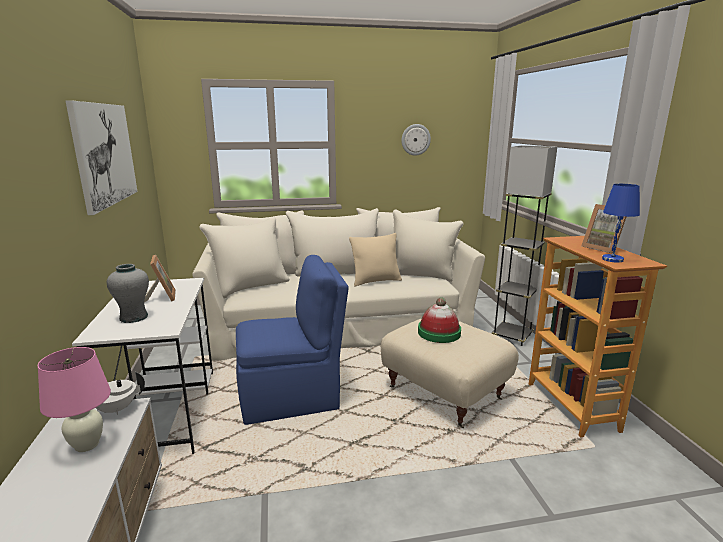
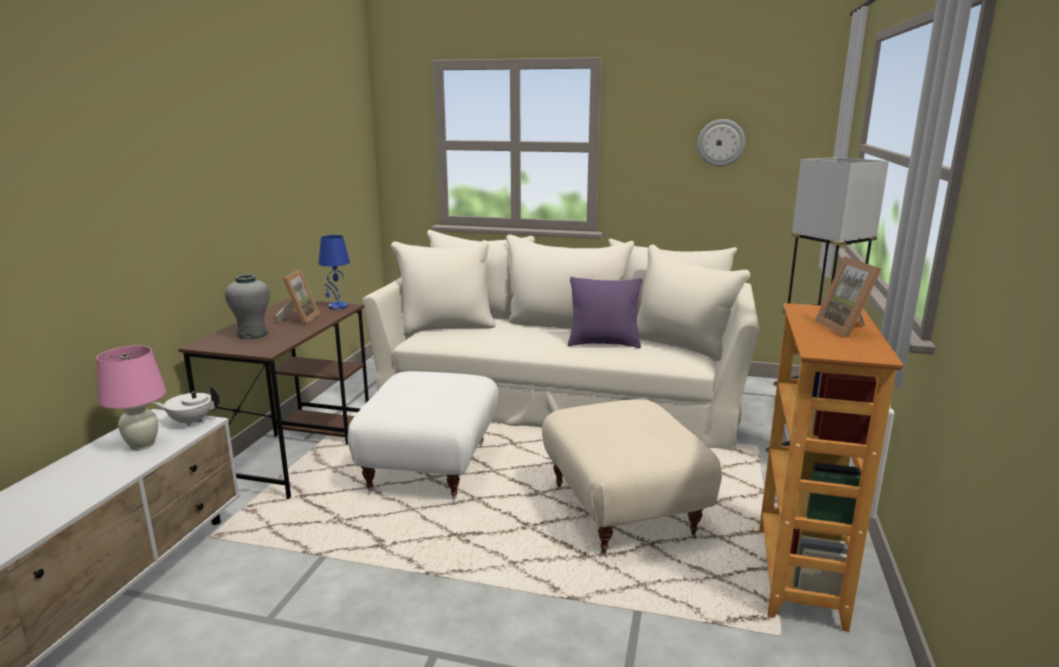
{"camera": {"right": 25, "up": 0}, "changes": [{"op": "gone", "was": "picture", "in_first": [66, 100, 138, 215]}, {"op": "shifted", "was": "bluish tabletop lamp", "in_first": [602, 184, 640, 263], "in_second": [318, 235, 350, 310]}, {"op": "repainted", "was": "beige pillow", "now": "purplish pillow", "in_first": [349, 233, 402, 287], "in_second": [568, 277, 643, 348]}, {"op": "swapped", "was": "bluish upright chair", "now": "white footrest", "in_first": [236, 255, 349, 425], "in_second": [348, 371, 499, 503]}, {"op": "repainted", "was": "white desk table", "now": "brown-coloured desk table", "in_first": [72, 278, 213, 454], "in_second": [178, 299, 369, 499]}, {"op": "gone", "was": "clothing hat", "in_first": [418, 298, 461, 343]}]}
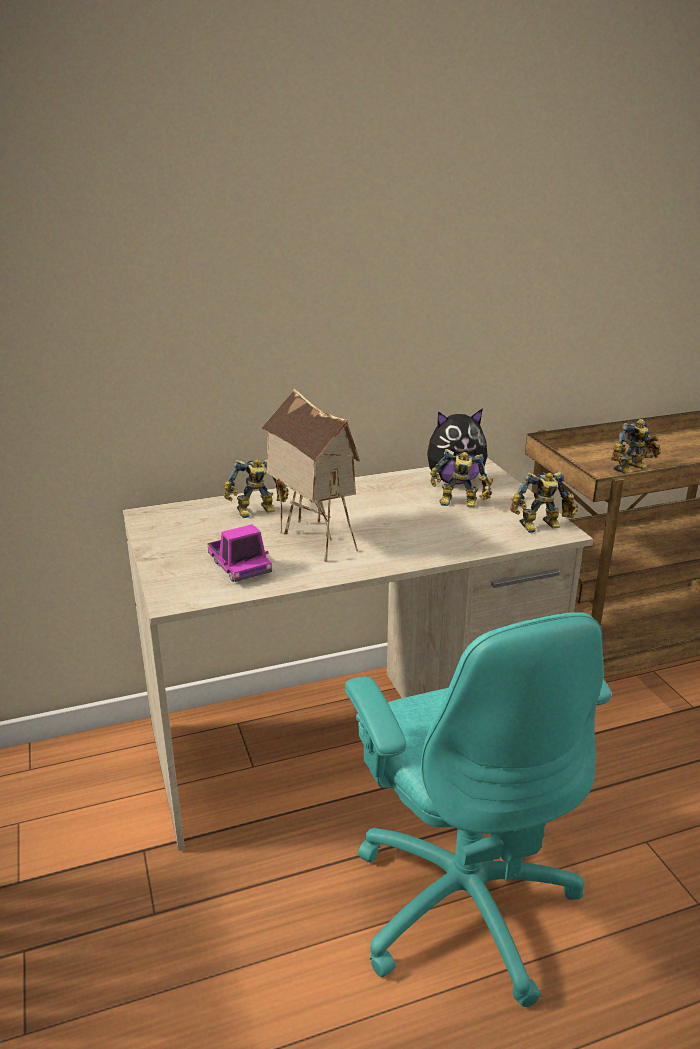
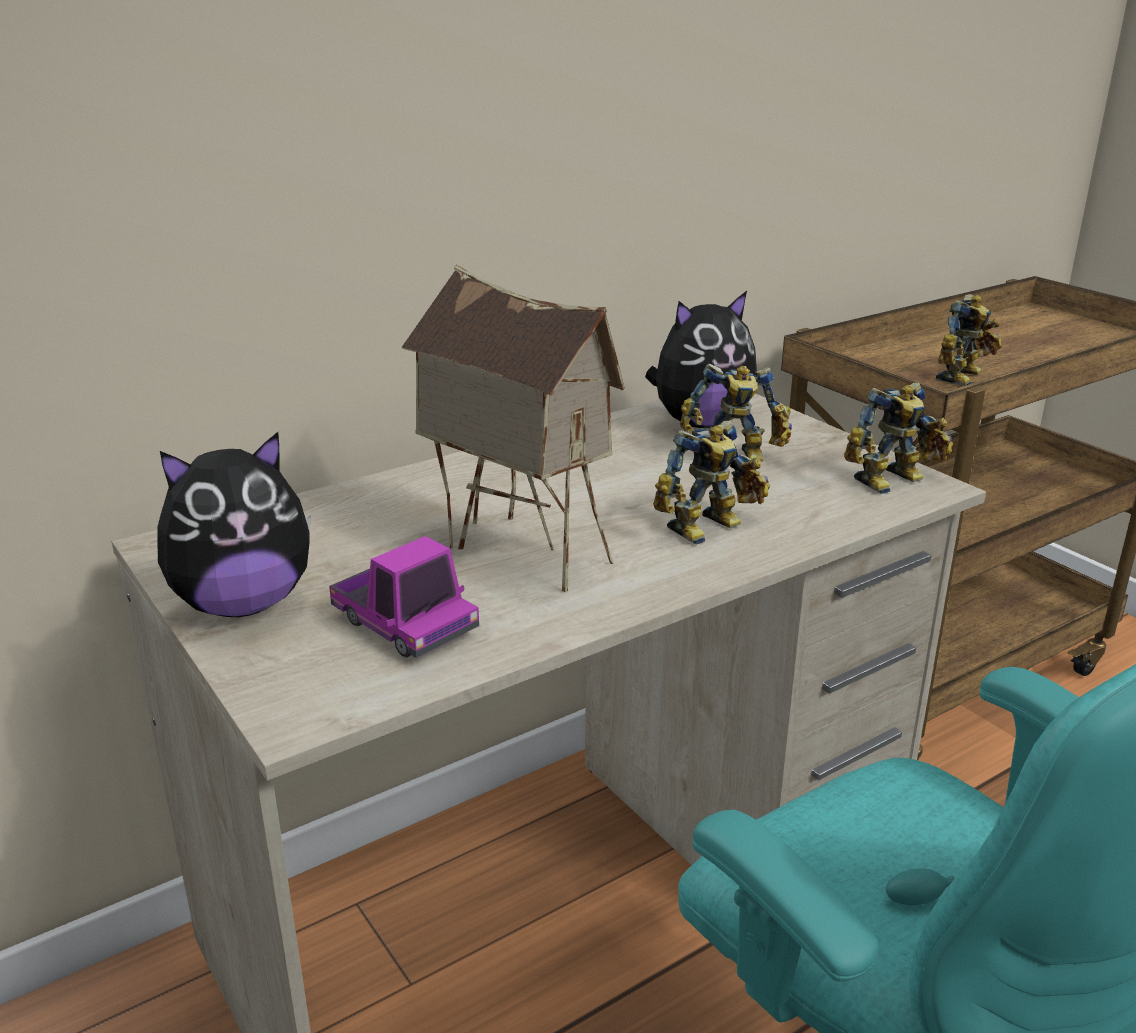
{"camera": {"right": -15, "up": 0}, "changes": [{"op": "shifted", "was": "toy robot", "in_first": [224, 459, 289, 518], "in_second": [653, 421, 770, 545]}, {"op": "new", "now": "soft toy", "in_second": [157, 432, 311, 617]}]}
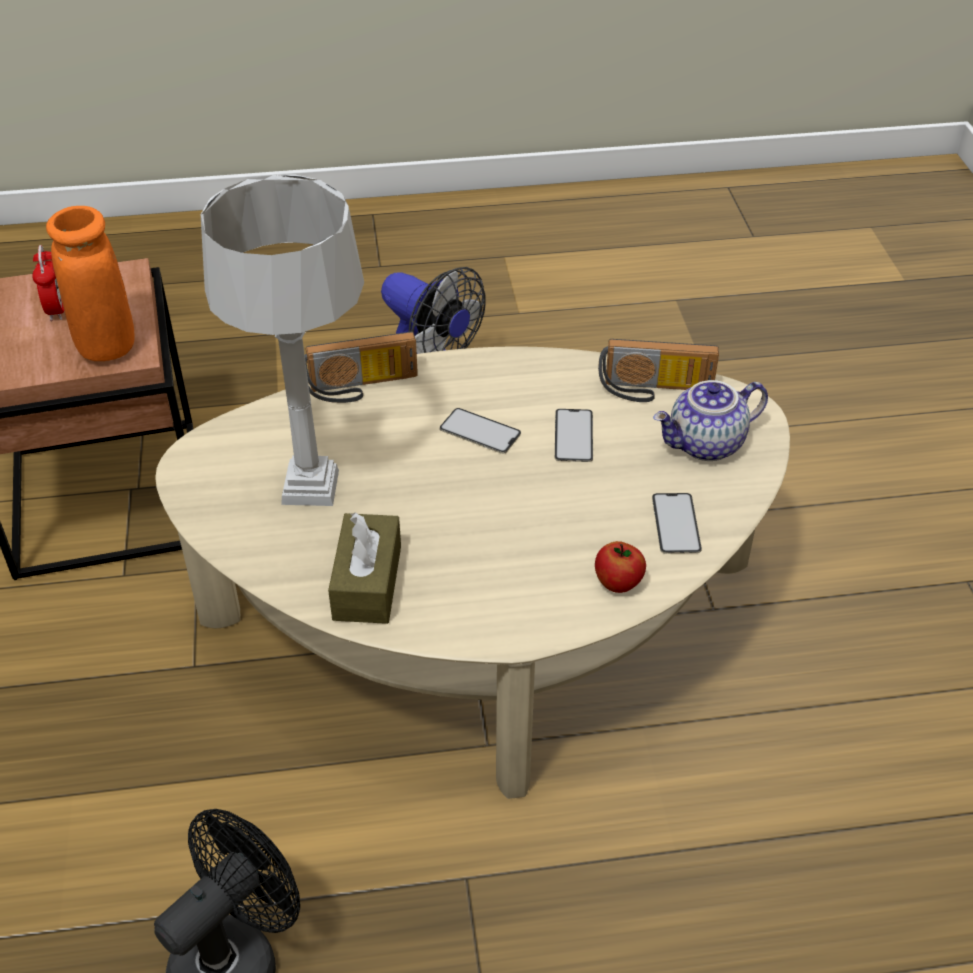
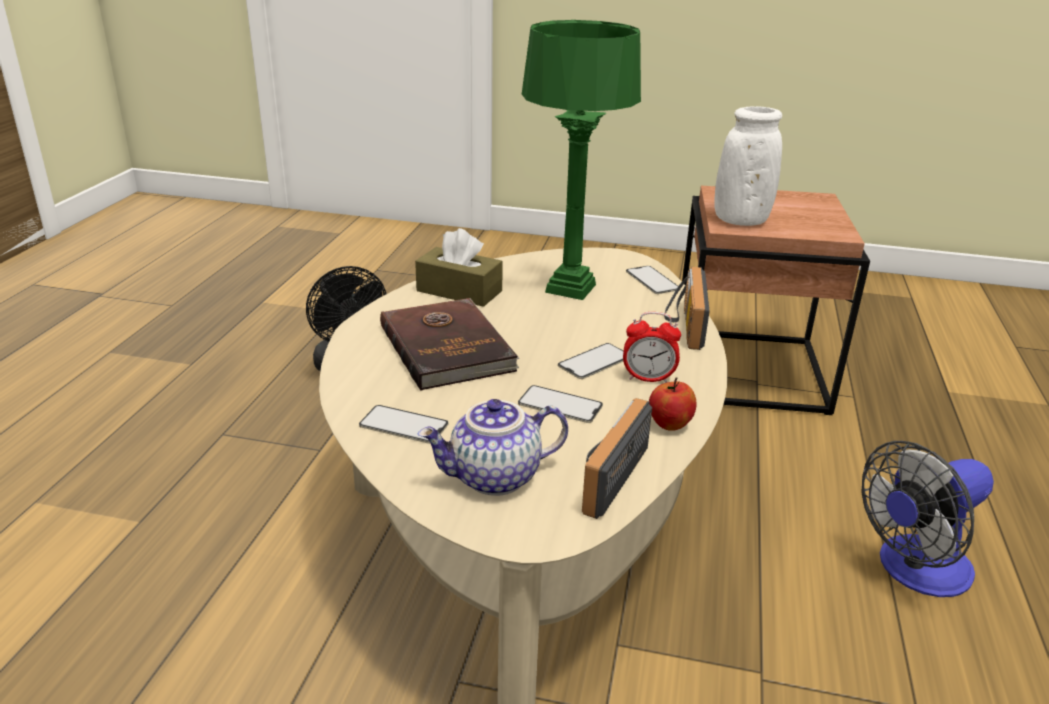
{"camera": {"right": 110, "up": -15}, "changes": [{"op": "repainted", "was": "grey tabletop lamp", "now": "green-coloured tabletop lamp", "in_first": [201, 174, 364, 506], "in_second": [522, 20, 641, 300]}, {"op": "repainted", "was": "orange-coloured vase", "now": "white vase", "in_first": [46, 206, 134, 361], "in_second": [714, 106, 782, 226]}, {"op": "shifted", "was": "table clock", "in_first": [32, 245, 64, 321], "in_second": [623, 312, 681, 383]}, {"op": "rotated", "was": "tea pot", "in_first": [653, 380, 768, 461], "in_second": [418, 399, 568, 496], "clockwise": -105}, {"op": "shifted", "was": "apple fruit", "in_first": [595, 541, 646, 593], "in_second": [649, 377, 697, 431]}, {"op": "new", "now": "phone", "in_second": [626, 266, 678, 294]}, {"op": "new", "now": "brown-coloured book", "in_second": [380, 298, 519, 391]}]}
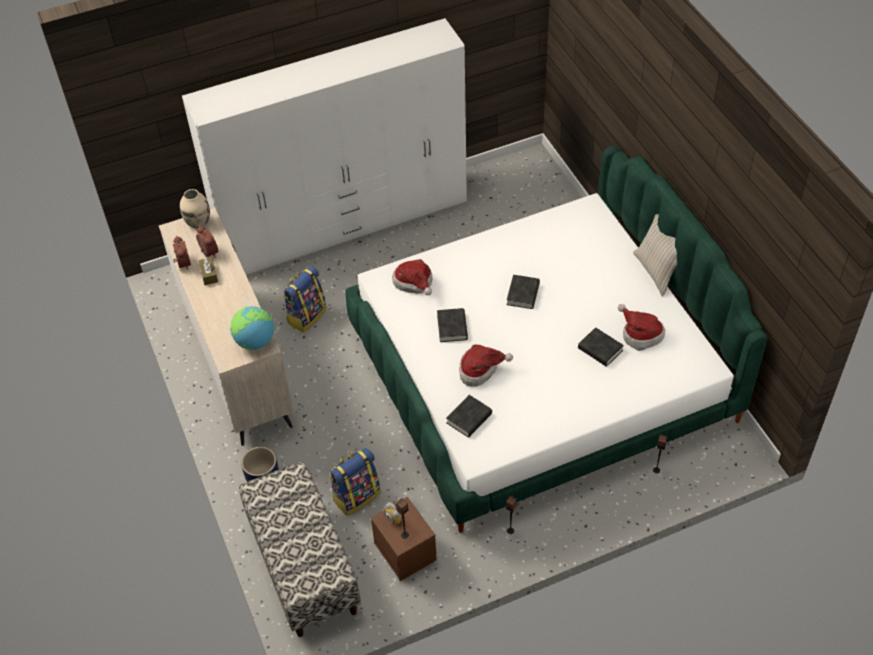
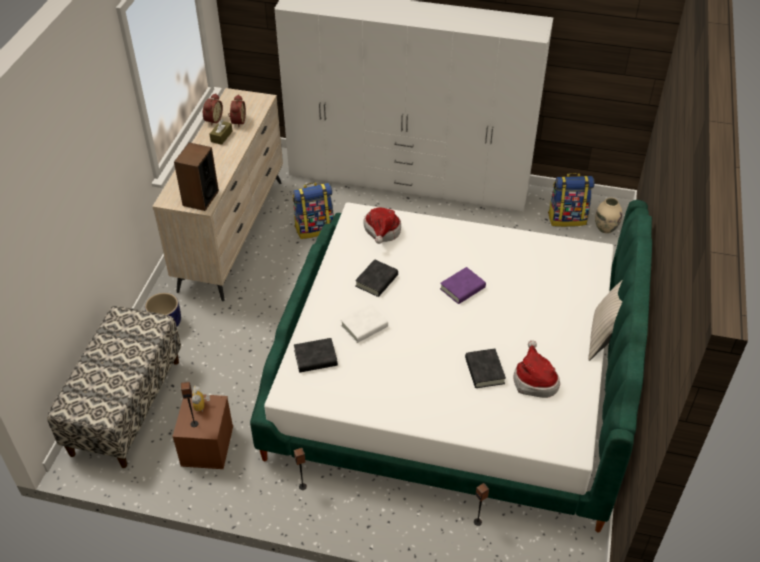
{"camera": {"right": 35, "up": -5}, "changes": [{"op": "shifted", "was": "beige vase", "in_first": [180, 189, 210, 229], "in_second": [595, 198, 622, 233]}, {"op": "repainted", "was": "black-coloured book", "now": "purplish book", "in_first": [507, 275, 540, 309], "in_second": [440, 267, 486, 304]}, {"op": "swapped", "was": "globe", "now": "audio speaker", "in_first": [230, 306, 274, 350], "in_second": [174, 142, 219, 211]}, {"op": "swapped", "was": "clothing hat", "now": "white book", "in_first": [459, 345, 513, 387], "in_second": [341, 304, 388, 343]}, {"op": "shifted", "was": "backpack", "in_first": [330, 448, 380, 516], "in_second": [548, 173, 595, 227]}]}
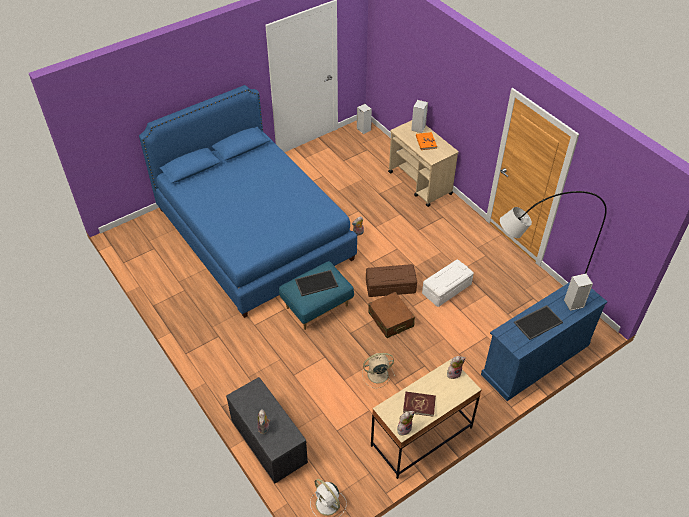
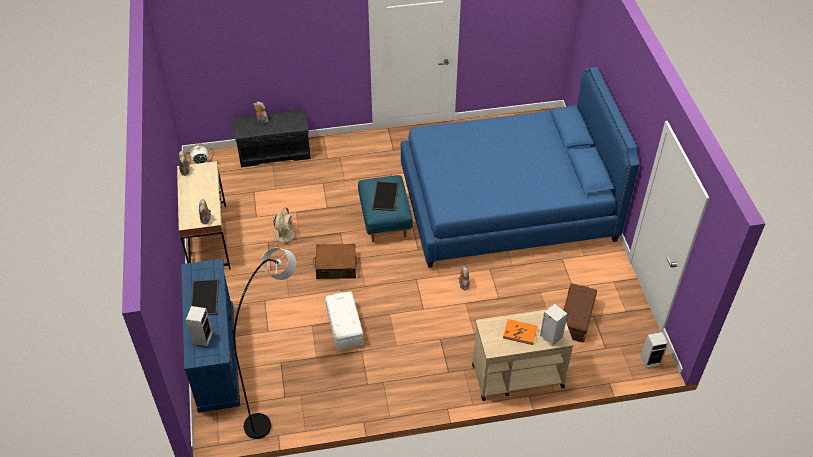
{"camera": {"right": 115, "up": 0}, "changes": [{"op": "shifted", "was": "brown-coloured storage box", "in_first": [366, 264, 417, 297], "in_second": [563, 283, 597, 343]}, {"op": "gone", "was": "reddish book", "in_first": [403, 392, 436, 417]}]}
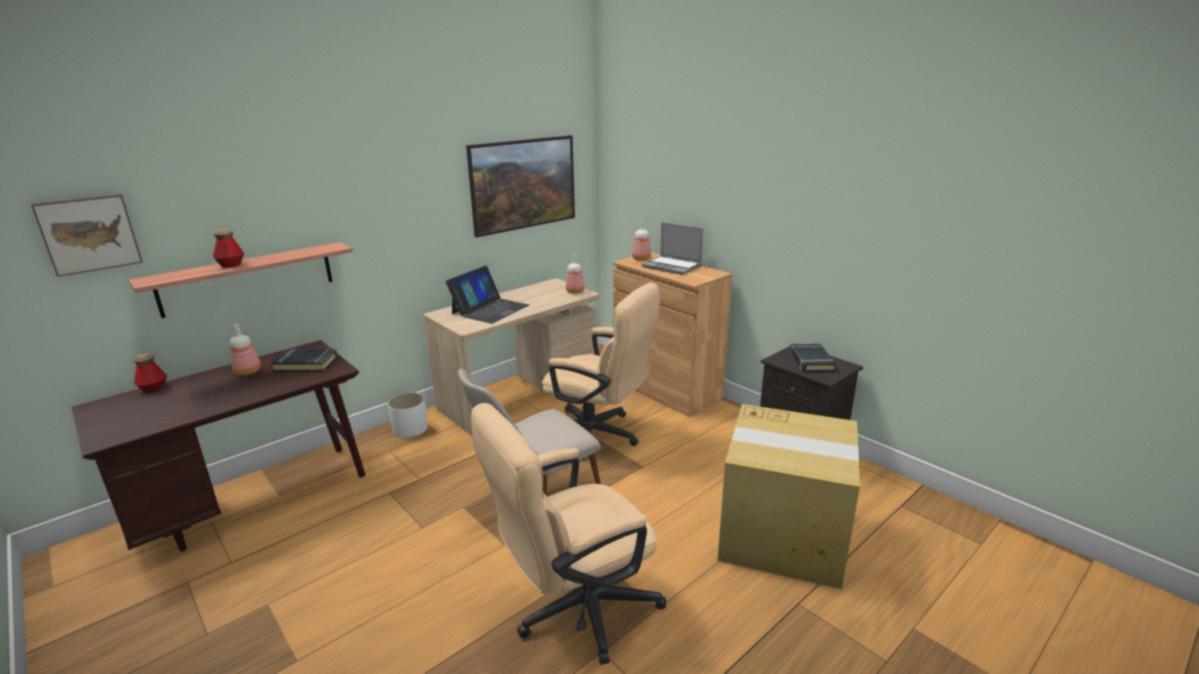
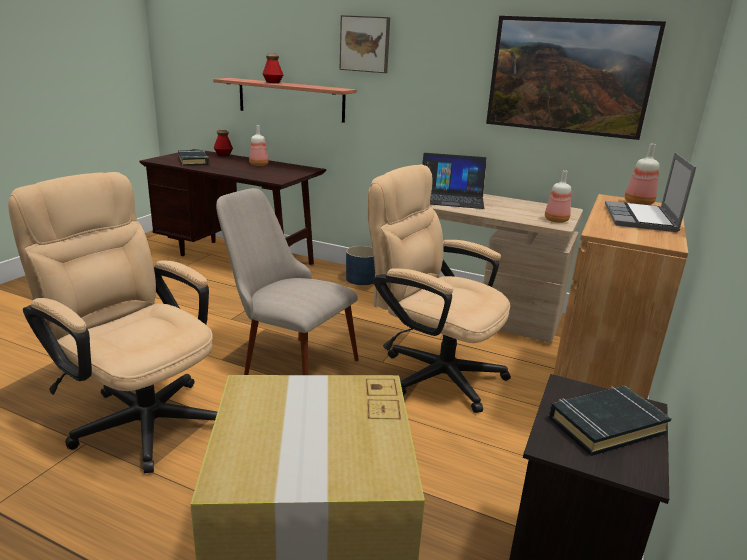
{"camera": {"right": 65, "up": 0}, "changes": [{"op": "shifted", "was": "picture", "in_first": [31, 194, 143, 277], "in_second": [339, 15, 390, 73]}, {"op": "rotated", "was": "beige office chair", "in_first": [542, 283, 660, 460], "in_second": [368, 164, 511, 413], "clockwise": 120}, {"op": "shifted", "was": "black-coloured book", "in_first": [271, 349, 338, 372], "in_second": [178, 150, 209, 166]}, {"op": "repainted", "was": "white plant pot", "now": "bluish plant pot", "in_first": [387, 392, 428, 438], "in_second": [346, 246, 375, 285]}]}
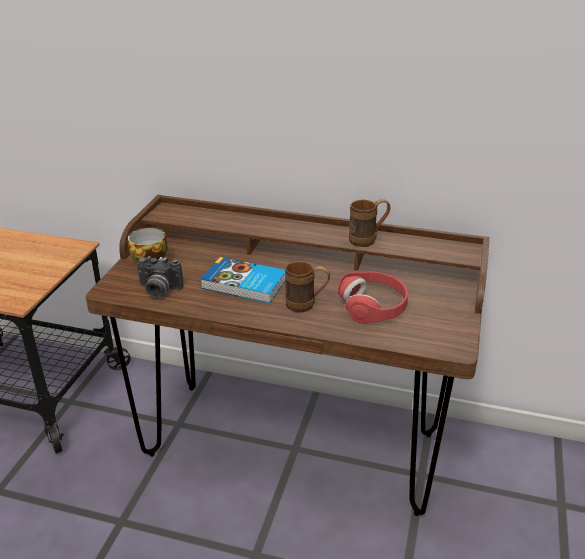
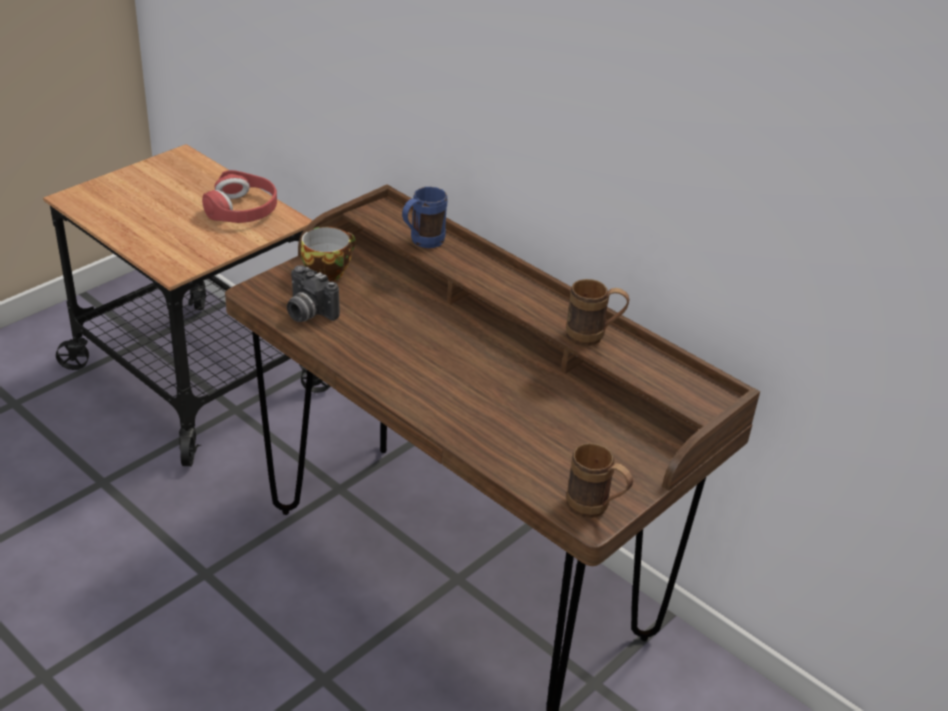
{"camera": {"right": 25, "up": 5}, "changes": [{"op": "gone", "was": "book", "in_first": [200, 257, 286, 303]}, {"op": "shifted", "was": "brown-coloured tea mug", "in_first": [285, 261, 330, 312], "in_second": [566, 443, 633, 518]}, {"op": "shifted", "was": "reddish headset", "in_first": [338, 271, 408, 324], "in_second": [202, 170, 277, 223]}, {"op": "new", "now": "bluish tea mug", "in_second": [402, 187, 448, 248]}]}
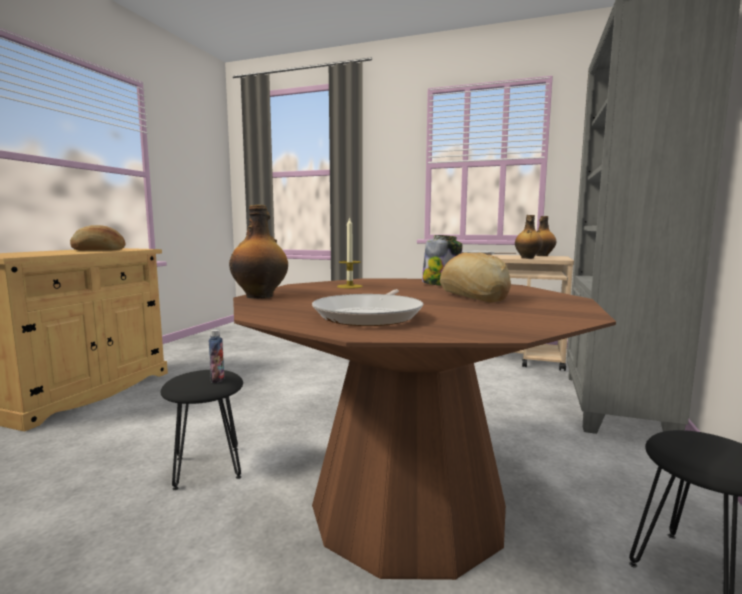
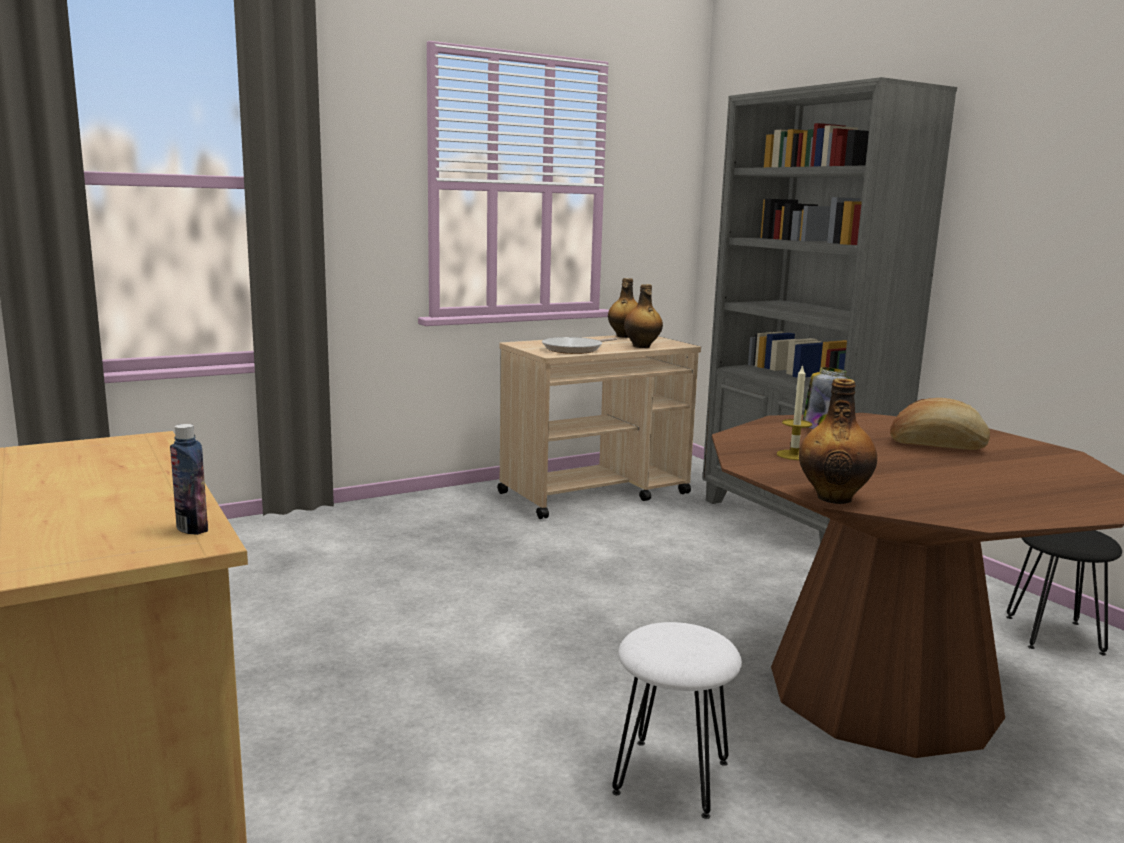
{"camera": {"right": -50, "up": 5}, "changes": [{"op": "gone", "was": "bakery bread", "in_first": [70, 225, 125, 251]}, {"op": "gone", "was": "frying pan", "in_first": [312, 289, 423, 326]}, {"op": "shifted", "was": "beverage bottle", "in_first": [209, 329, 225, 383], "in_second": [170, 424, 208, 535]}, {"op": "repainted", "was": "black-coloured stool seat", "now": "white stool seat", "in_first": [161, 370, 243, 490], "in_second": [612, 622, 742, 819]}]}
